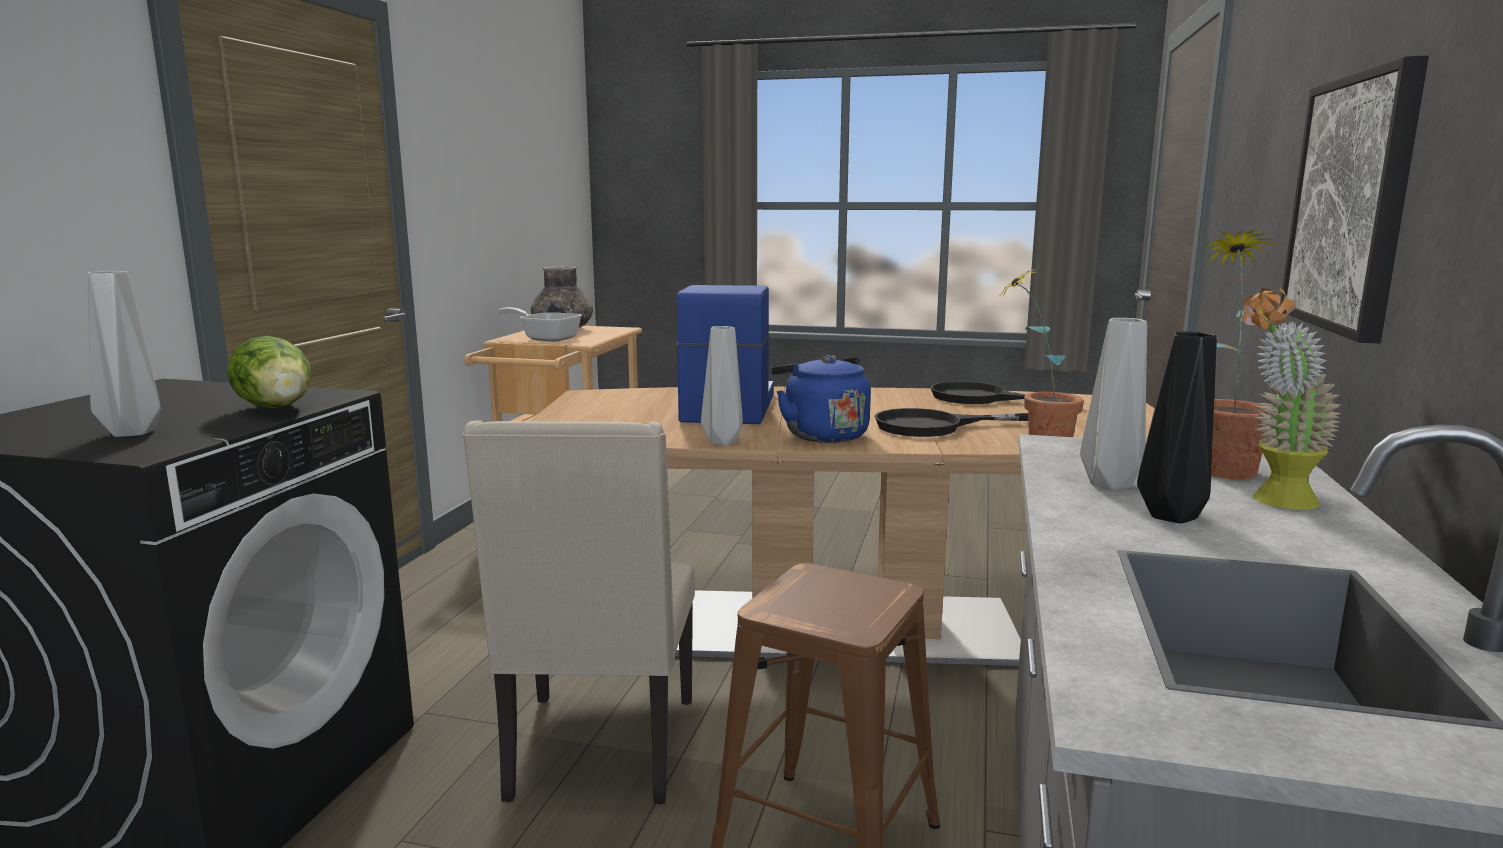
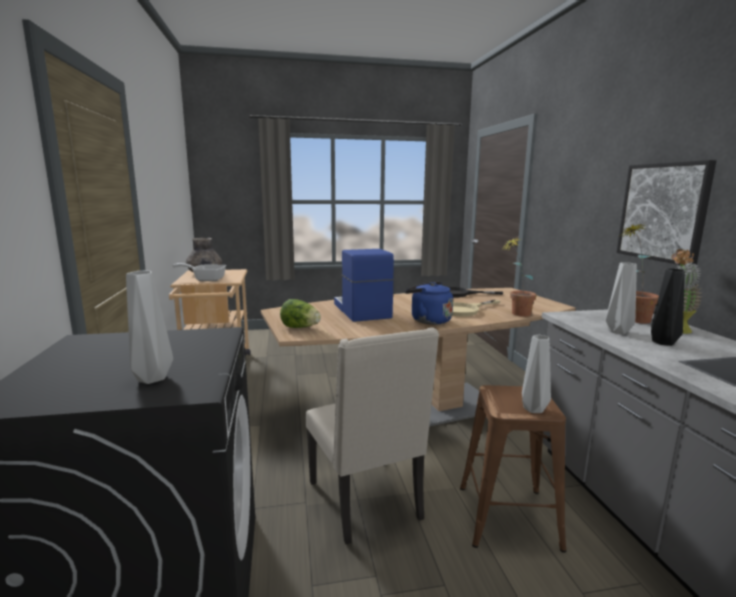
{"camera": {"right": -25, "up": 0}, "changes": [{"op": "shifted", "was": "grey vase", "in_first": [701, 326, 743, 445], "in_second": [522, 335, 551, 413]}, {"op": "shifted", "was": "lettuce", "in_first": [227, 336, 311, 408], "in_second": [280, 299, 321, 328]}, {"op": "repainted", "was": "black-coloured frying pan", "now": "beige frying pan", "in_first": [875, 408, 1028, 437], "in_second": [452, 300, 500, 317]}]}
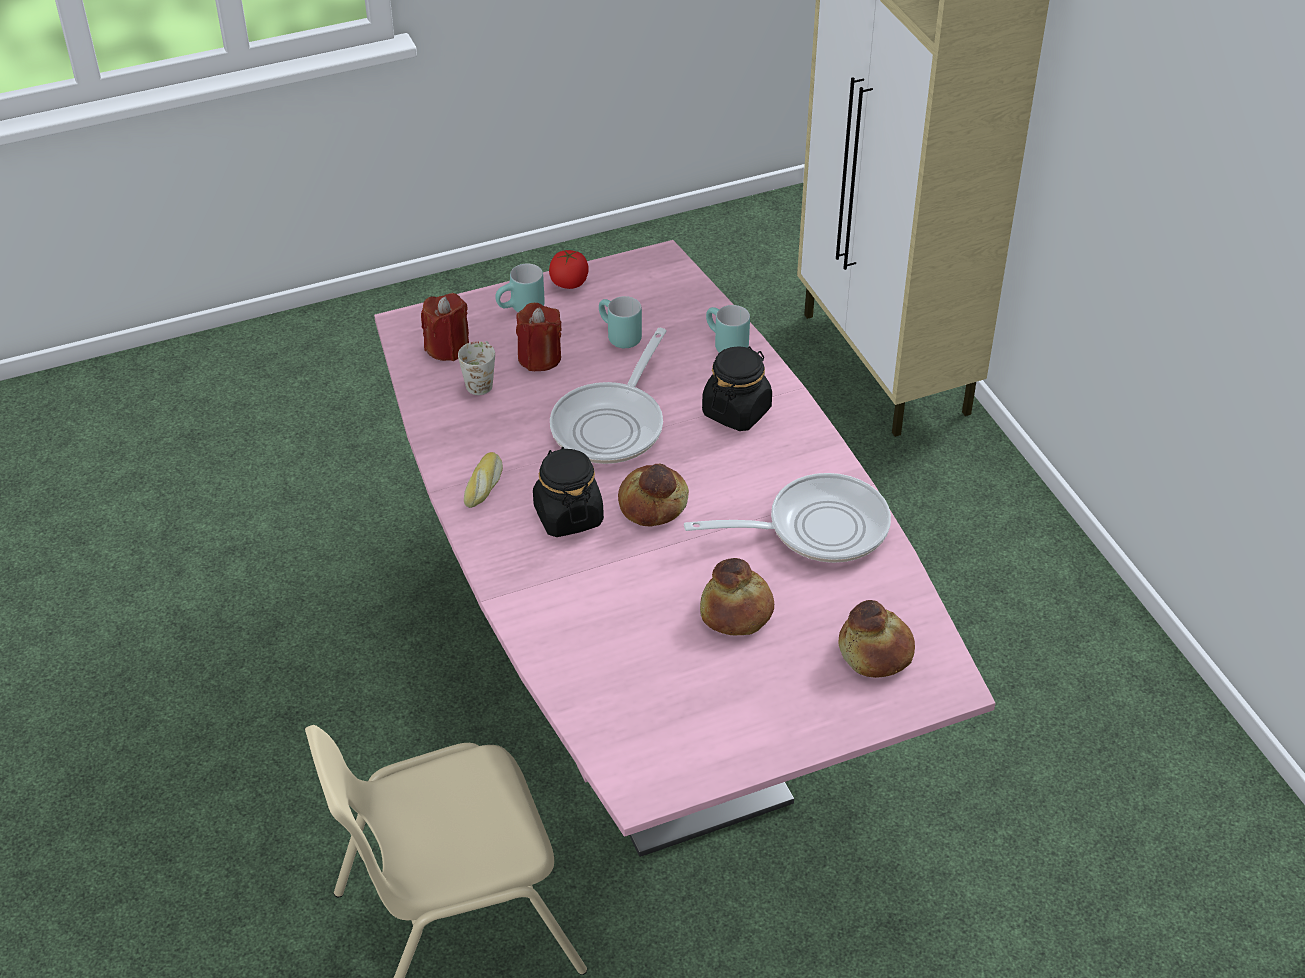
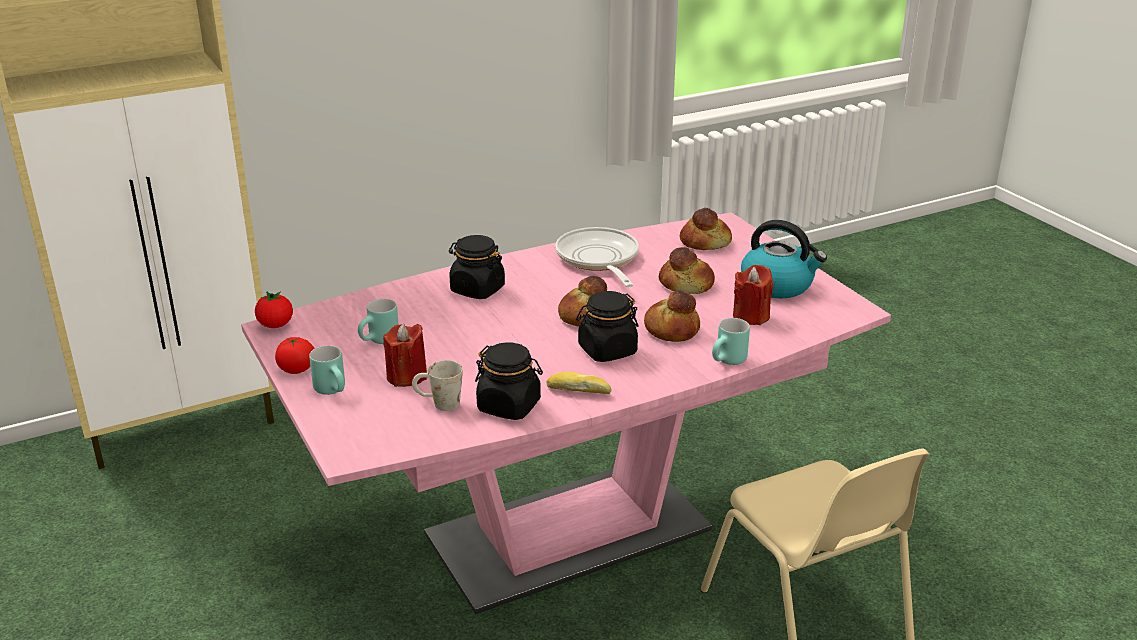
{"camera": {"right": -95, "up": -15}, "changes": [{"op": "shifted", "was": "reddish wax light", "in_first": [421, 293, 469, 361], "in_second": [733, 265, 773, 325]}, {"op": "shifted", "was": "blue-green tea mug", "in_first": [706, 305, 750, 353], "in_second": [712, 318, 750, 365]}, {"op": "gone", "was": "frying pan", "in_first": [550, 328, 667, 464]}, {"op": "new", "now": "tea kettle", "in_second": [741, 220, 827, 299]}, {"op": "new", "now": "bakery bread", "in_second": [644, 290, 700, 342]}, {"op": "new", "now": "whole tomato", "in_second": [255, 291, 293, 328]}, {"op": "new", "now": "black-coloured jar", "in_second": [475, 342, 543, 420]}]}
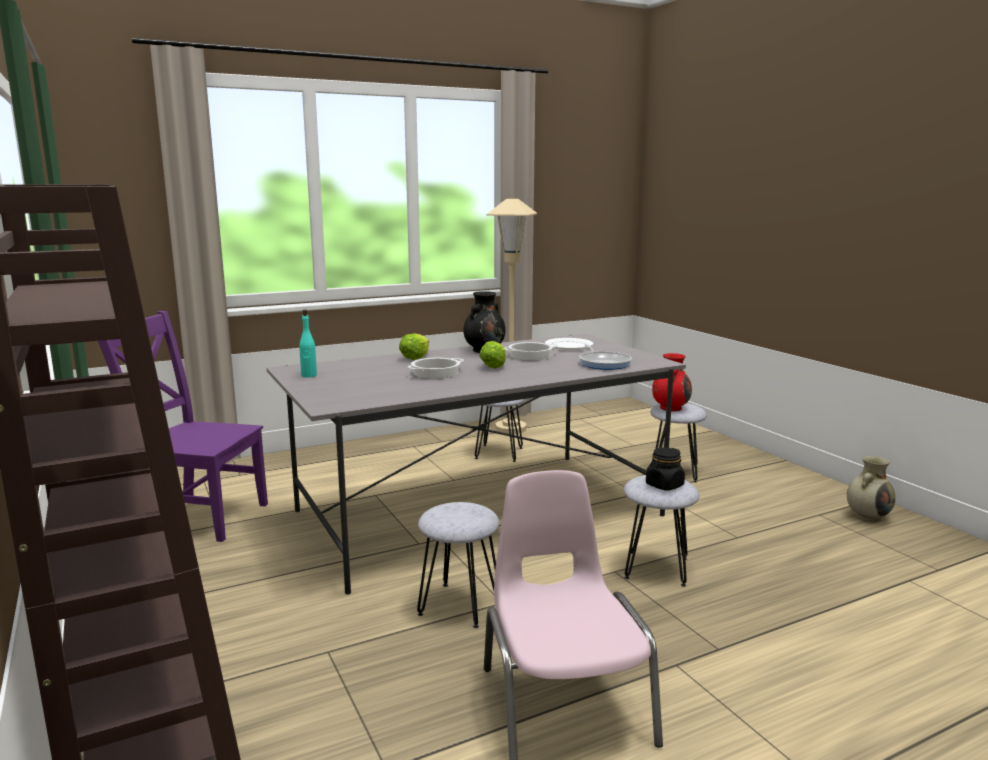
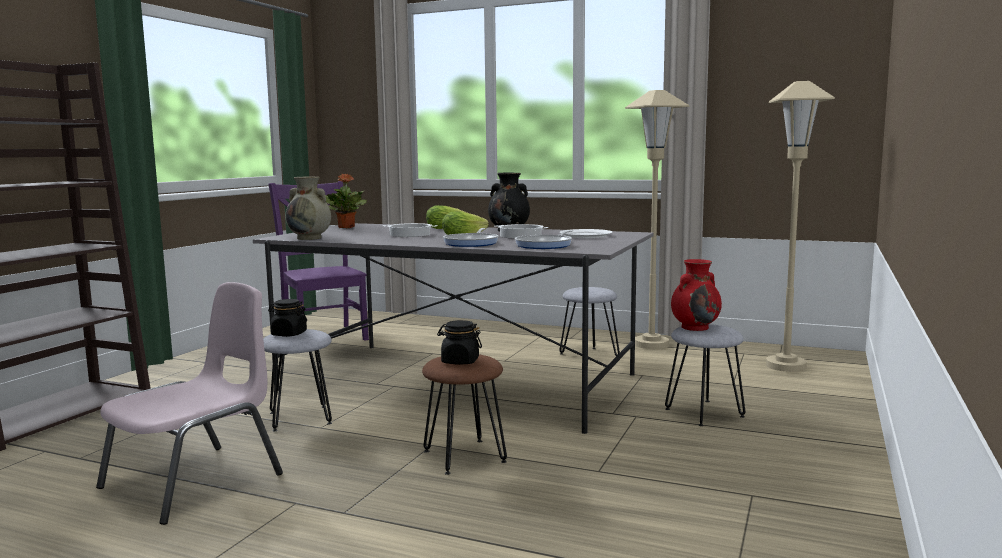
{"camera": {"right": 50, "up": -5}, "changes": [{"op": "swapped", "was": "blue-green beverage bottle", "now": "potted plant", "in_first": [299, 310, 317, 377], "in_second": [325, 174, 367, 228]}, {"op": "shifted", "was": "beige vase", "in_first": [847, 456, 896, 522], "in_second": [285, 177, 331, 240]}, {"op": "repainted", "was": "grey stool seat", "now": "brown-coloured stool seat", "in_first": [624, 475, 699, 587], "in_second": [422, 355, 507, 475]}, {"op": "new", "now": "beige standard lamp", "in_second": [766, 81, 835, 372]}, {"op": "new", "now": "frying pan", "in_second": [443, 228, 498, 247]}, {"op": "new", "now": "black-coloured jar", "in_second": [268, 299, 307, 337]}]}
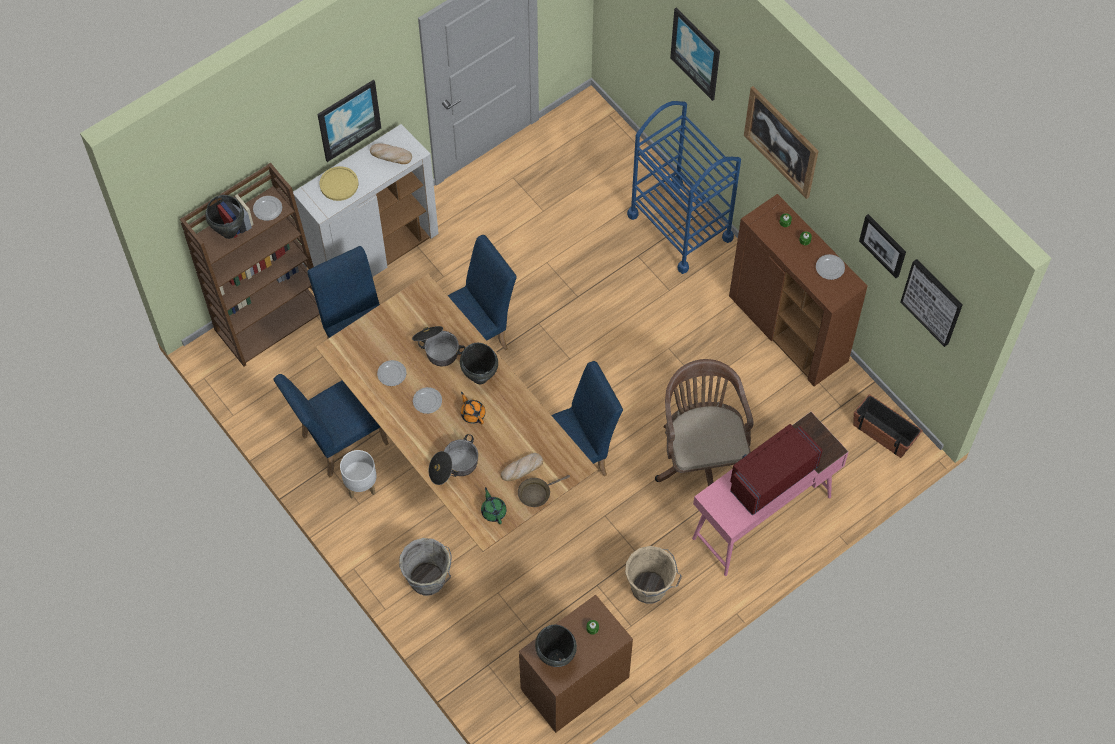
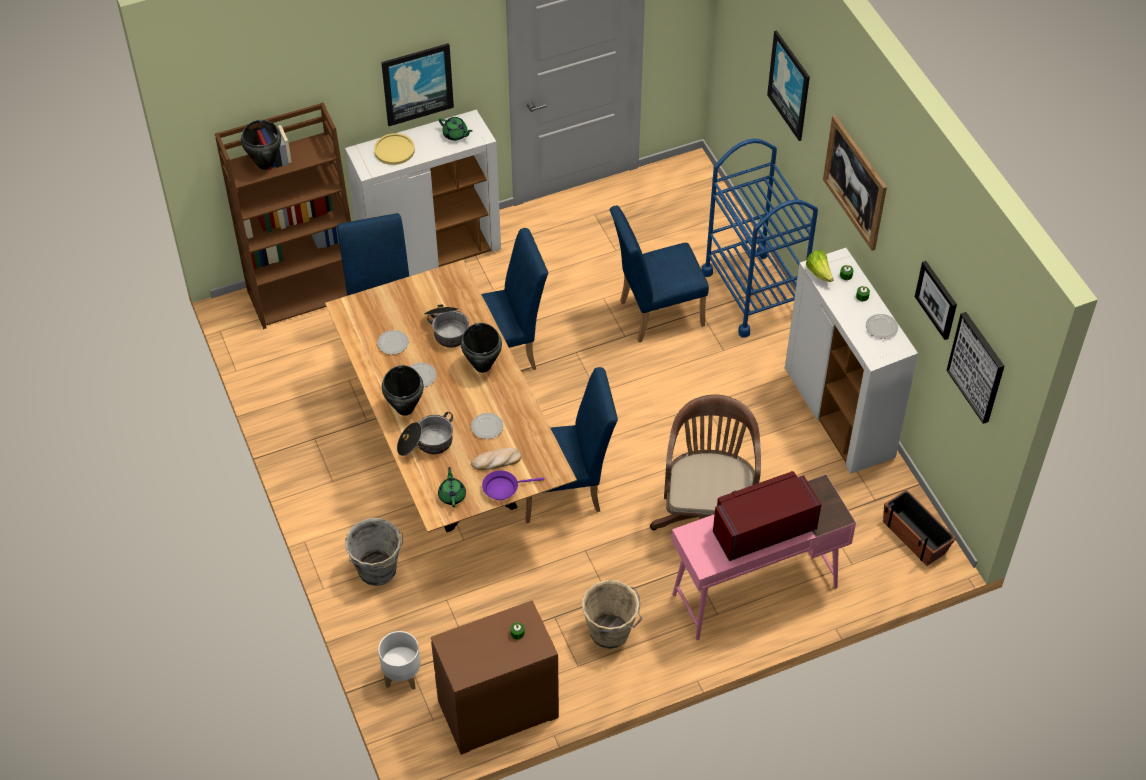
{"camera": {"right": 15, "up": -10}, "changes": [{"op": "swapped", "was": "bakery bread", "now": "green-coloured tea pot", "in_first": [370, 143, 412, 164], "in_second": [439, 117, 472, 141]}, {"op": "repainted", "was": "brown-coloured cupboard", "now": "white cupboard", "in_first": [729, 194, 868, 386], "in_second": [785, 248, 918, 474]}, {"op": "shifted", "was": "plate", "in_first": [253, 196, 282, 221], "in_second": [471, 413, 503, 439]}, {"op": "shifted", "was": "bluish upright chair", "in_first": [274, 374, 389, 477], "in_second": [610, 206, 709, 342]}, {"op": "gone", "was": "orange-coloured tea pot", "in_first": [461, 392, 486, 424]}, {"op": "shifted", "was": "white plant pot", "in_first": [340, 450, 377, 498], "in_second": [378, 631, 421, 690]}, {"op": "repainted", "was": "brown-coloured frying pan", "now": "purplish frying pan", "in_first": [518, 475, 570, 507], "in_second": [482, 470, 544, 500]}, {"op": "shifted", "was": "black-coloured stockpot", "in_first": [535, 625, 577, 667], "in_second": [382, 365, 424, 416]}, {"op": "new", "now": "lettuce", "in_second": [806, 250, 833, 282]}]}
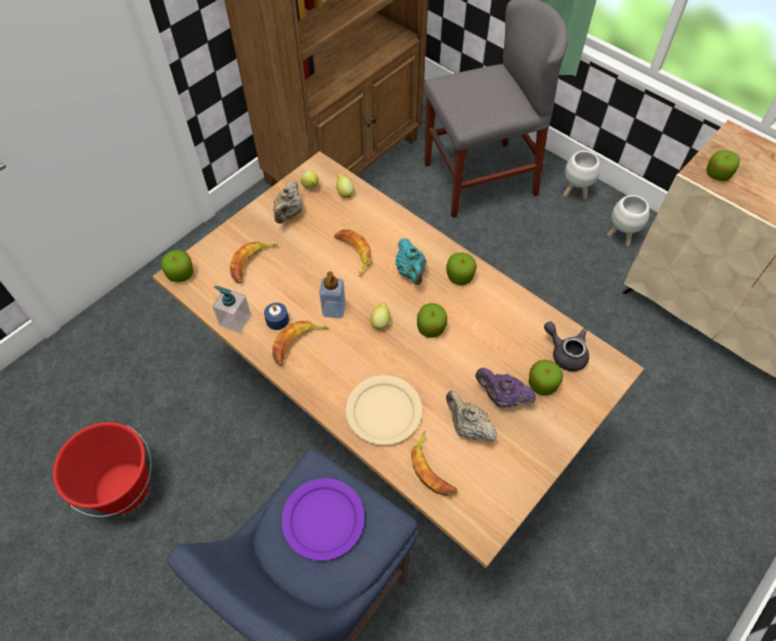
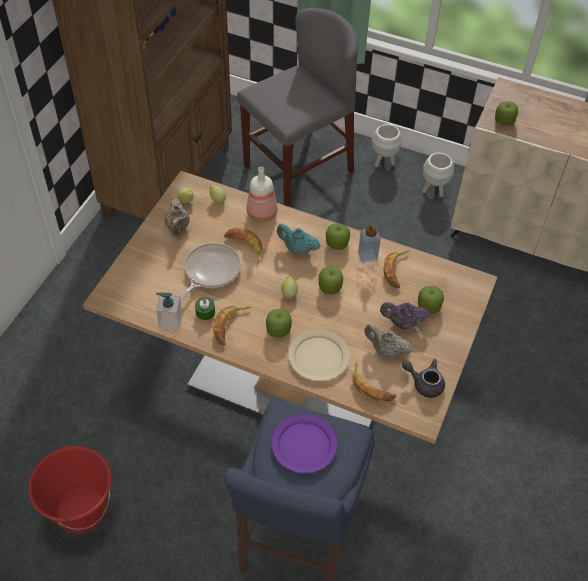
{"camera": {"right": -20, "up": -5}, "changes": [{"op": "rotated", "was": "blue-green tea pot", "in_first": [395, 238, 426, 285], "in_second": [277, 224, 320, 256], "clockwise": 150}, {"op": "shifted", "was": "banana fruit", "in_first": [230, 241, 278, 284], "in_second": [383, 250, 410, 288]}, {"op": "shifted", "was": "apple fruit", "in_first": [161, 250, 193, 282], "in_second": [266, 309, 292, 337]}, {"op": "shifted", "was": "soap dispenser", "in_first": [319, 271, 346, 318], "in_second": [358, 222, 381, 263]}, {"op": "repainted", "was": "bluish wax light", "now": "green-coloured wax light", "in_first": [264, 303, 289, 330], "in_second": [195, 297, 215, 320]}, {"op": "shifted", "was": "grey tea pot", "in_first": [544, 322, 589, 371], "in_second": [402, 358, 445, 398]}, {"op": "new", "now": "beverage bottle", "in_second": [247, 167, 277, 222]}, {"op": "new", "now": "frying pan", "in_second": [180, 243, 241, 301]}]}
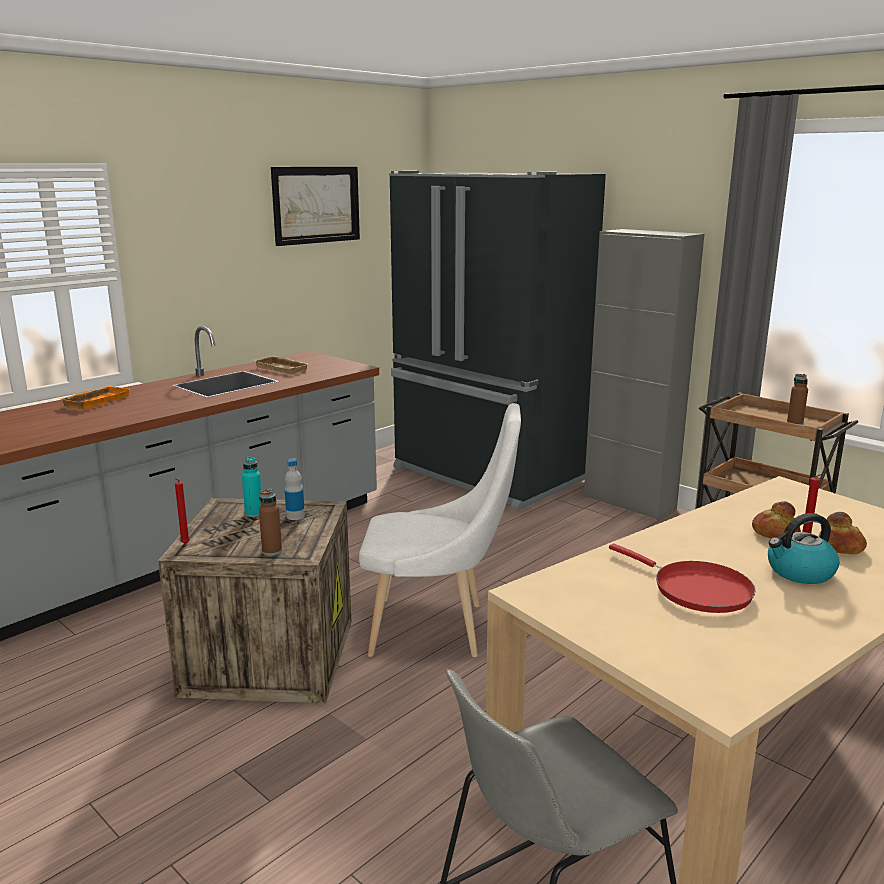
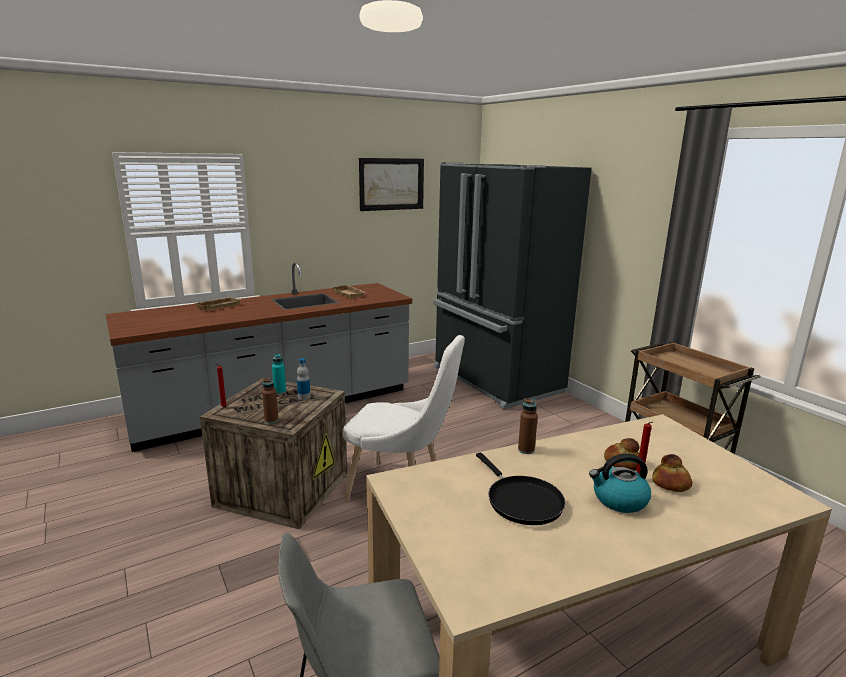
{"camera": {"right": 15, "up": 0}, "changes": [{"op": "gone", "was": "grey cupboard", "in_first": [584, 229, 704, 520]}, {"op": "shifted", "was": "brown-coloured beverage bottle", "in_first": [787, 374, 808, 425], "in_second": [518, 398, 538, 454]}, {"op": "repainted", "was": "orange-coloured carrying tray", "now": "beige carrying tray", "in_first": [61, 386, 131, 410], "in_second": [195, 297, 241, 311]}, {"op": "repainted", "was": "reddish frying pan", "now": "black-coloured frying pan", "in_first": [609, 543, 756, 613], "in_second": [476, 452, 566, 525]}]}
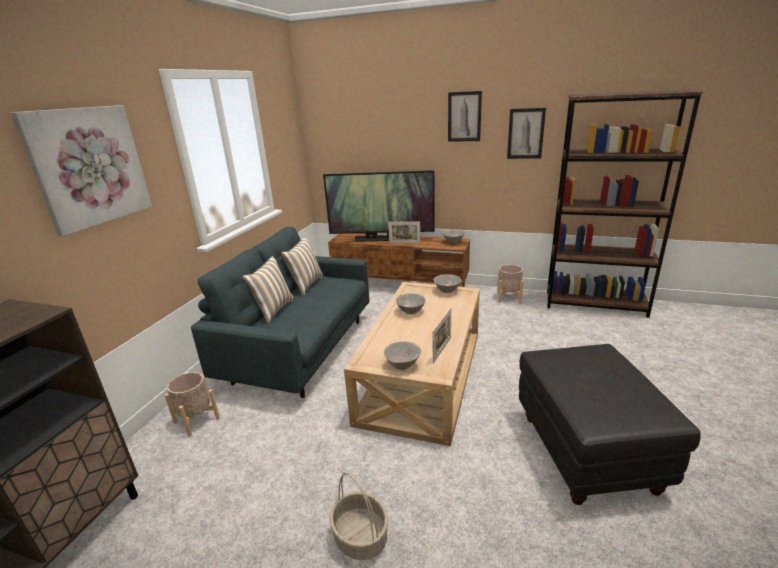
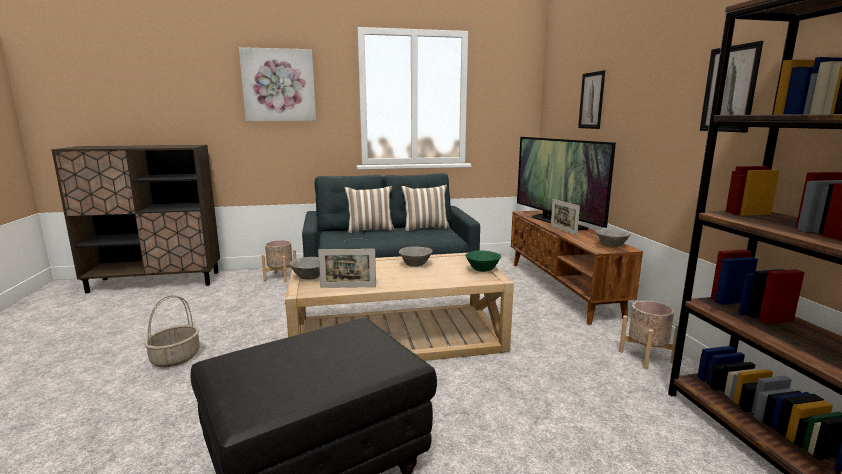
{"camera": {"right": 60, "up": -10}, "changes": [{"op": "shifted", "was": "picture", "in_first": [448, 91, 482, 142], "in_second": [578, 70, 605, 129]}, {"op": "repainted", "was": "grey serving bowl", "now": "green-coloured serving bowl", "in_first": [434, 274, 461, 293], "in_second": [465, 251, 501, 272]}]}
